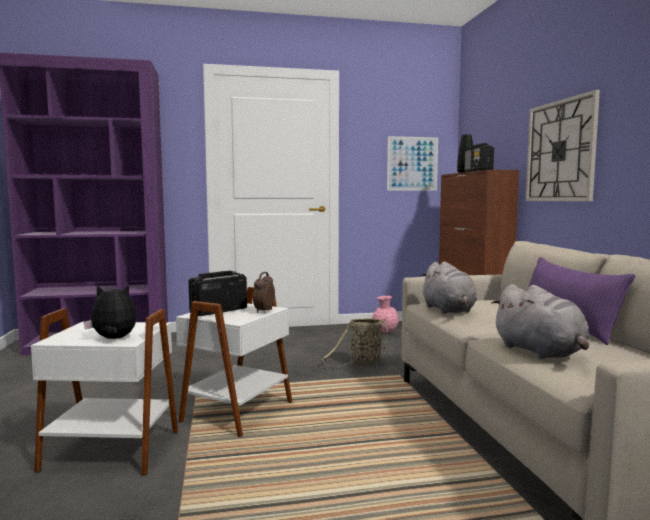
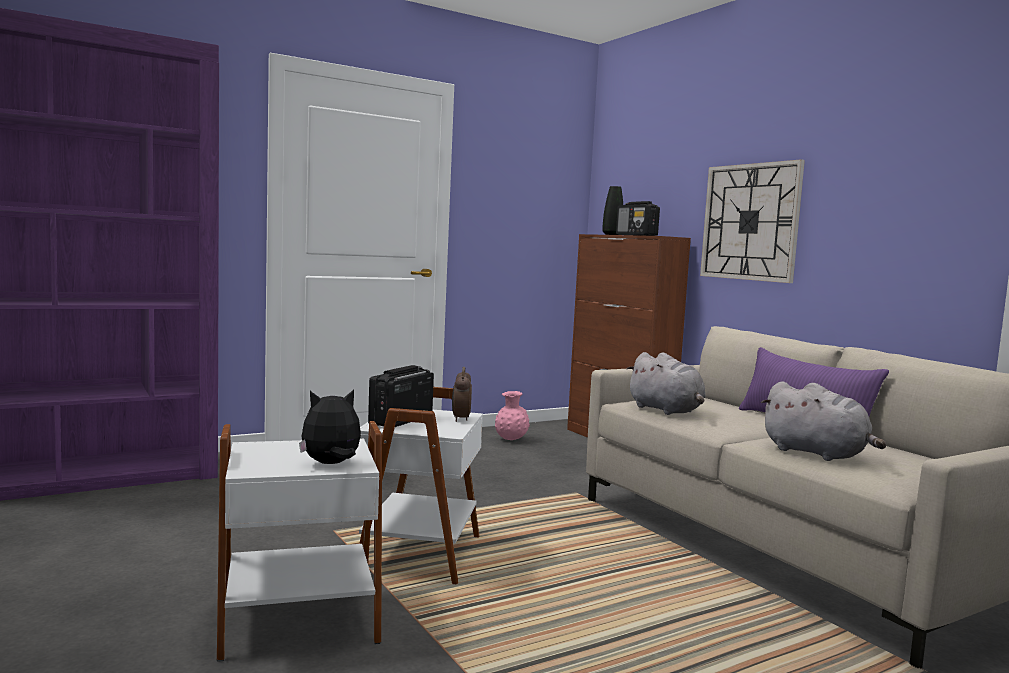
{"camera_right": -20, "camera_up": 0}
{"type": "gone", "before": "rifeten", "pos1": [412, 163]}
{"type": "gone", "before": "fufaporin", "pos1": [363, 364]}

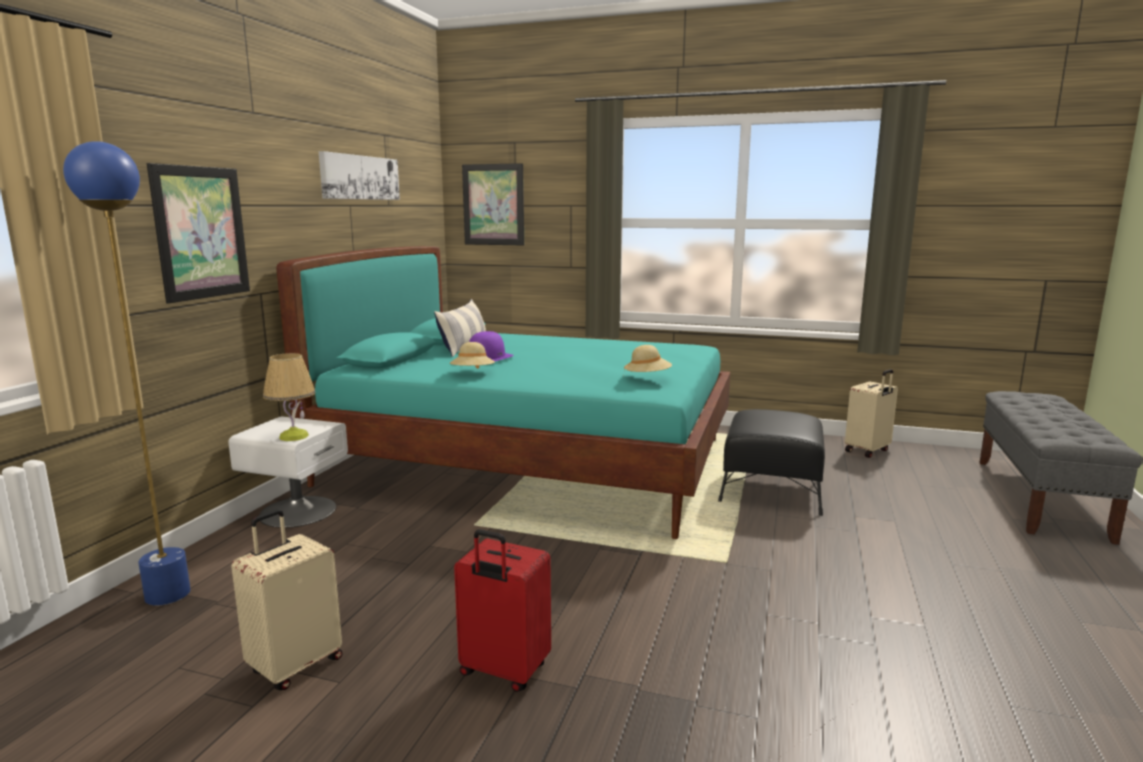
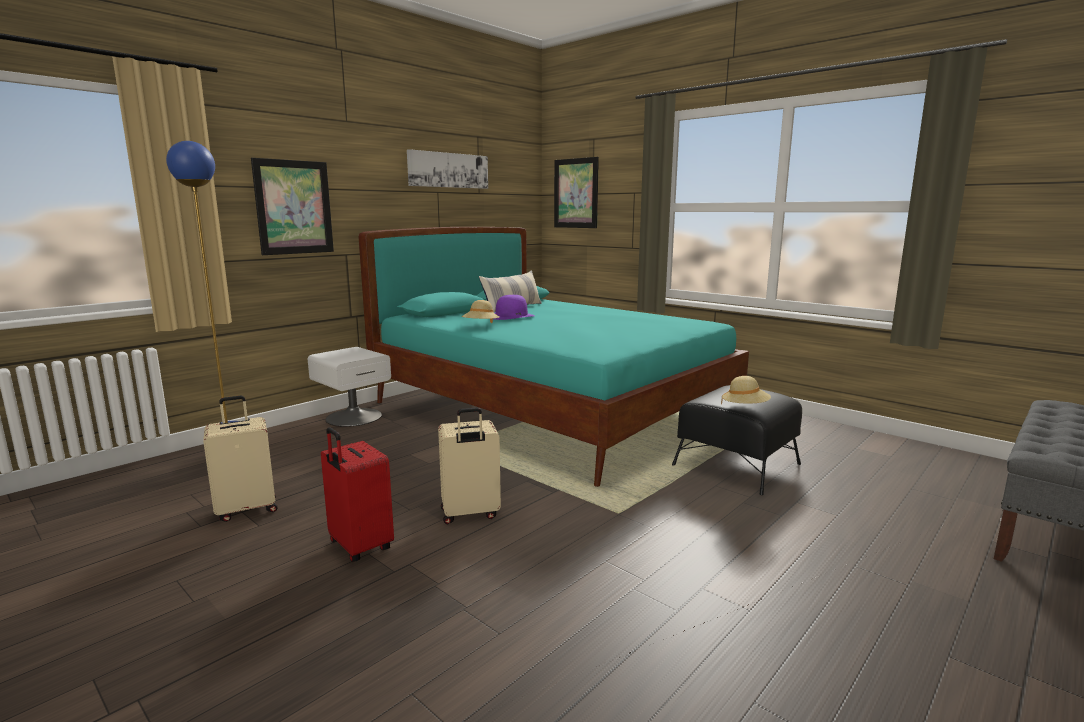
{"camera_right": 25, "camera_up": 0}
{"type": "shifted", "before": "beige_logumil", "pos1": [647, 377], "pos2": [745, 408]}
{"type": "gone", "before": "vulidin", "pos1": [293, 436]}
{"type": "shifted", "before": "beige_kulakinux", "pos1": [868, 451], "pos2": [470, 514]}

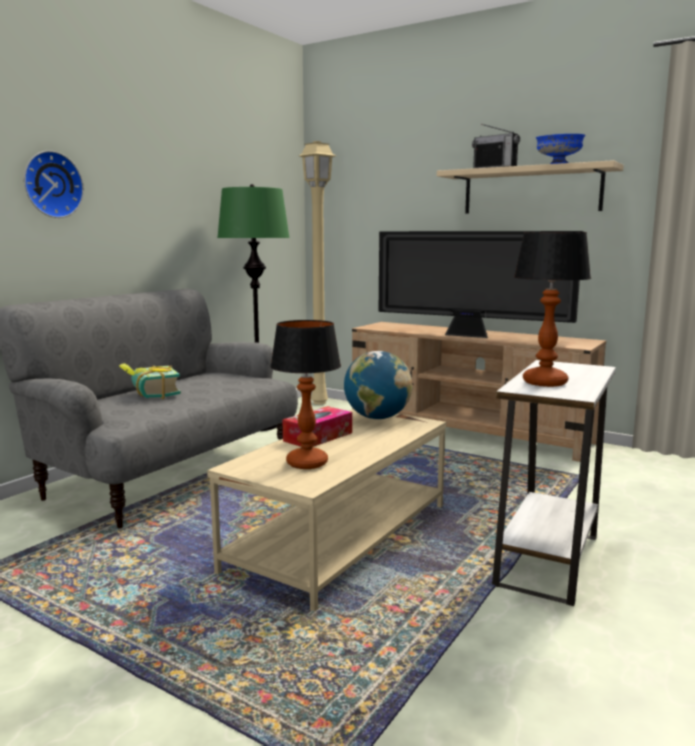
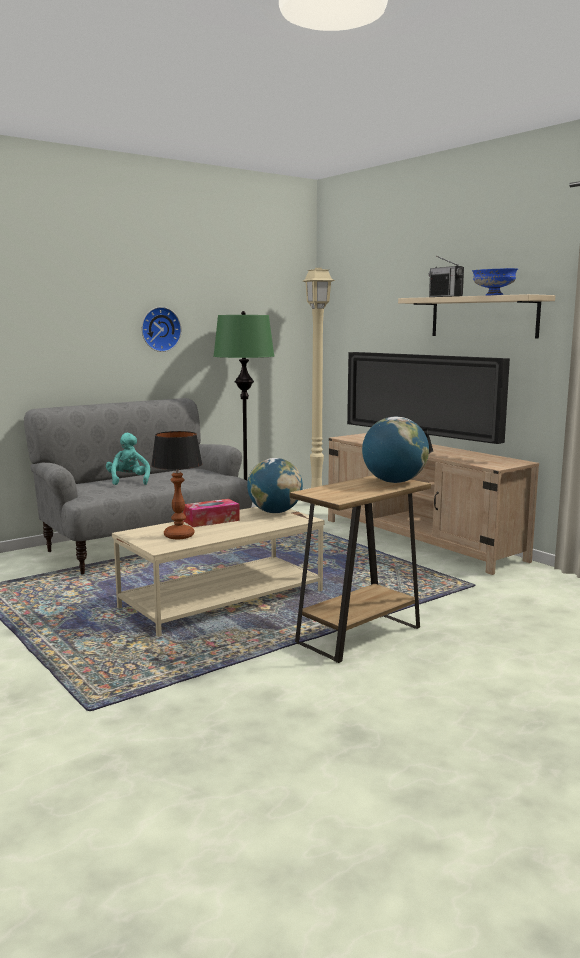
{"camera_right": 20, "camera_up": 0}
{"type": "shifted", "before": "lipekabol", "pos1": [51, 185], "pos2": [160, 329]}
{"type": "gone", "before": "vulidin", "pos1": [544, 382]}
{"type": "repainted", "before": "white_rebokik", "after": "brown_rebokik", "pos1": [548, 560], "pos2": [359, 635]}
{"type": "swapped", "before": "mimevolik", "after": "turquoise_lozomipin", "pos1": [150, 395], "pos2": [128, 481]}
{"type": "new", "after": "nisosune", "pos2": [394, 482]}

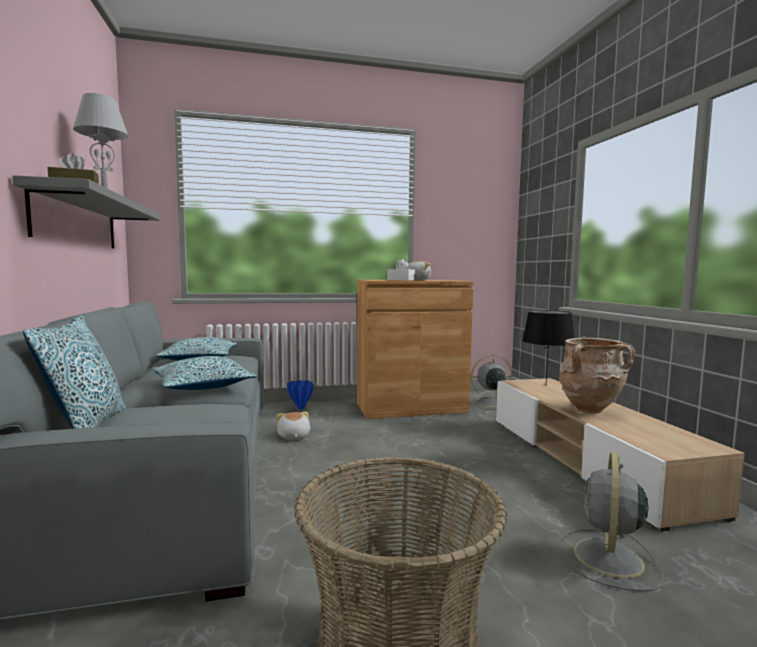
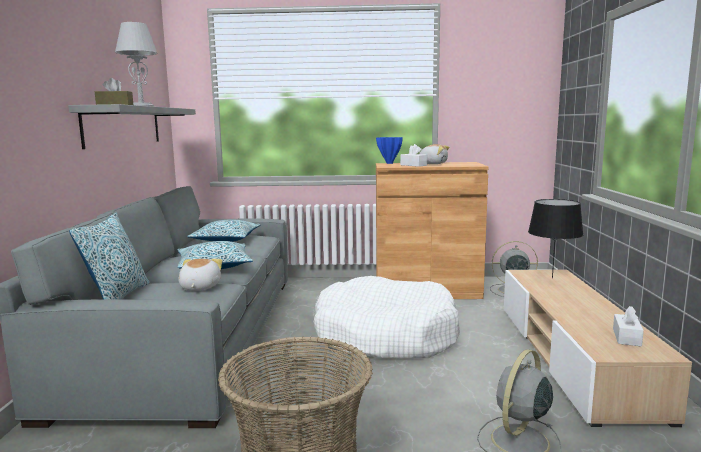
{"camera_right": 15, "camera_up": 5}
{"type": "gone", "before": "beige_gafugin", "pos1": [590, 411]}
{"type": "shifted", "before": "blue_gafugin", "pos1": [300, 408], "pos2": [389, 163]}
{"type": "shifted", "before": "lozomipin", "pos1": [293, 436], "pos2": [199, 287]}
{"type": "new", "after": "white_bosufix", "pos2": [385, 335]}
{"type": "new", "after": "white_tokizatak", "pos2": [626, 337]}

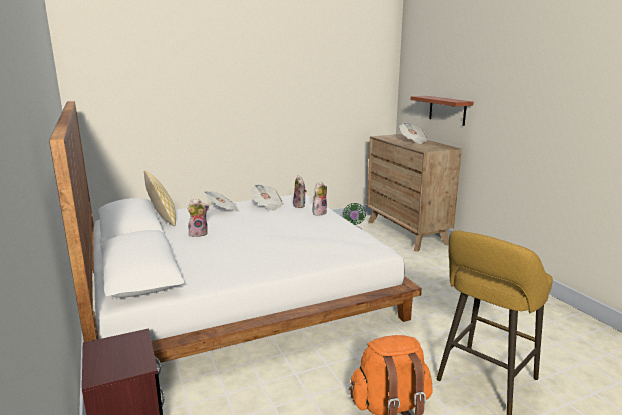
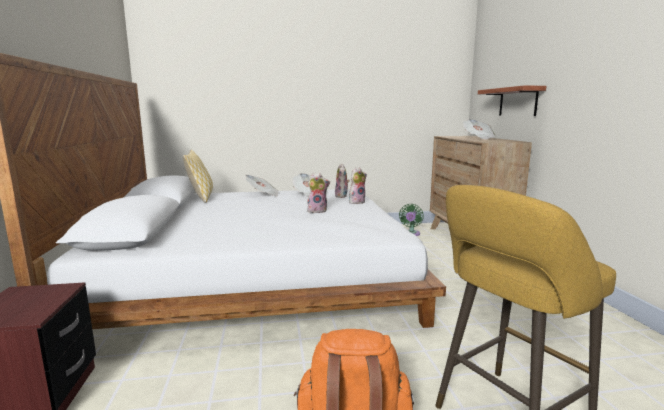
{"camera_right": 15, "camera_up": -5}
{"type": "shifted", "before": "lozomipin", "pos1": [198, 234], "pos2": [317, 211]}

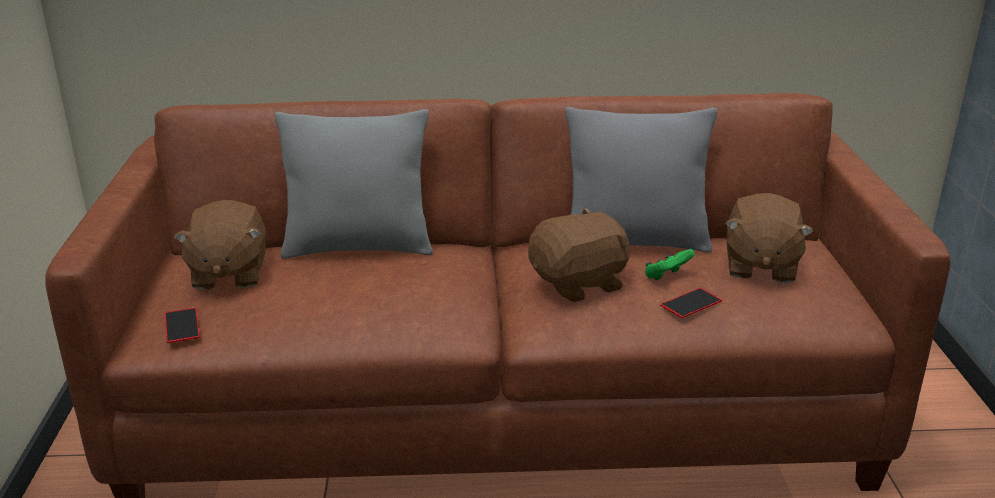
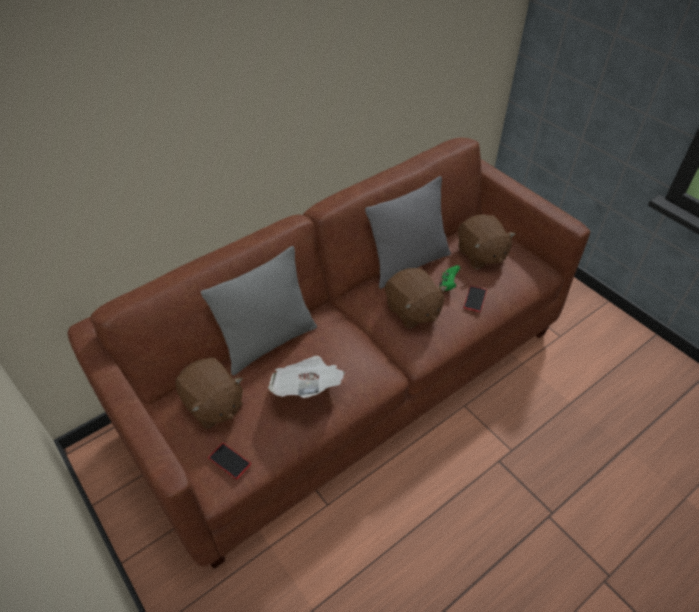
{"camera_right": -35, "camera_up": 20}
{"type": "rotated", "before": "brown_lozomipin", "pos1": [579, 284], "pos2": [412, 311], "turn": 120}
{"type": "new", "after": "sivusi", "pos2": [307, 388]}

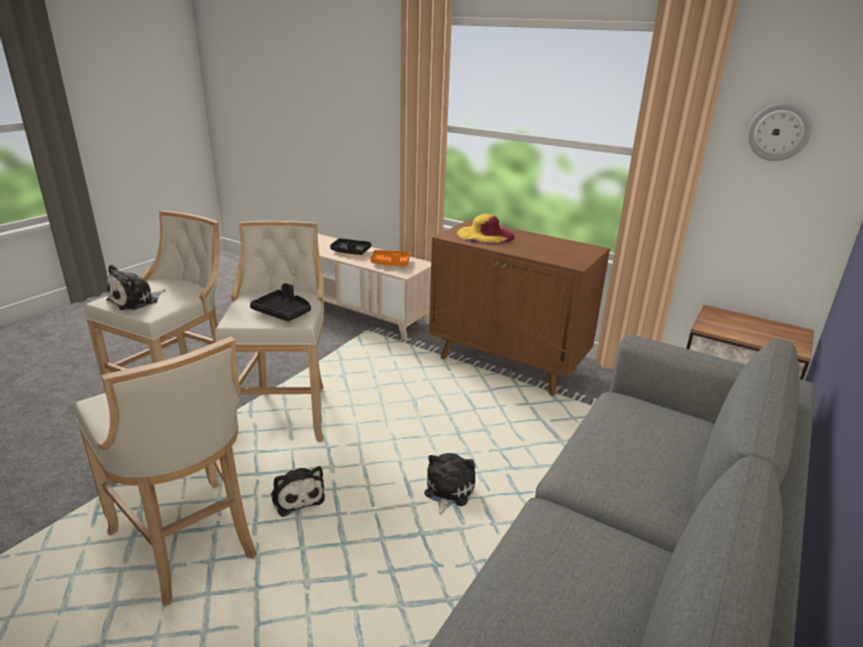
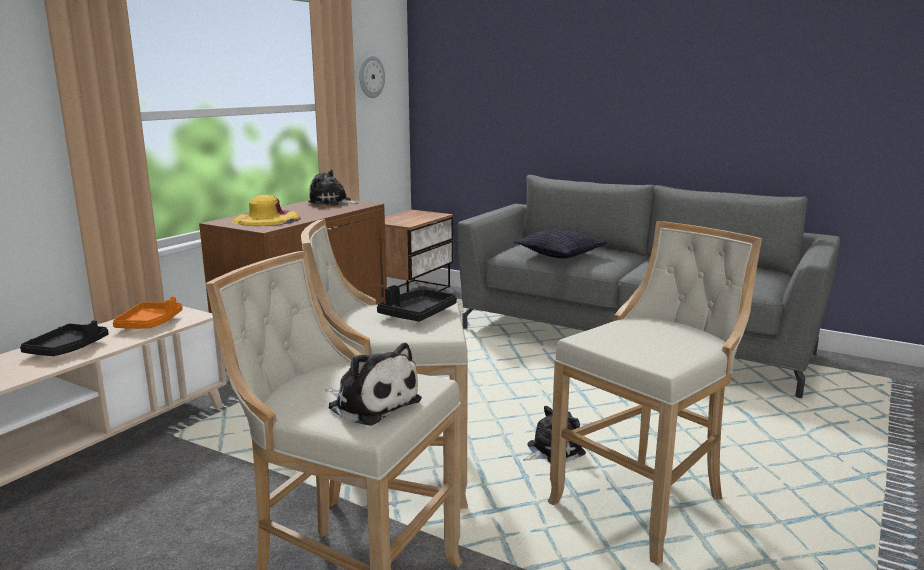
{"camera_right": -90, "camera_up": -10}
{"type": "shifted", "before": "lozomipin", "pos1": [447, 491], "pos2": [332, 202]}
{"type": "new", "after": "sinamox", "pos2": [560, 254]}

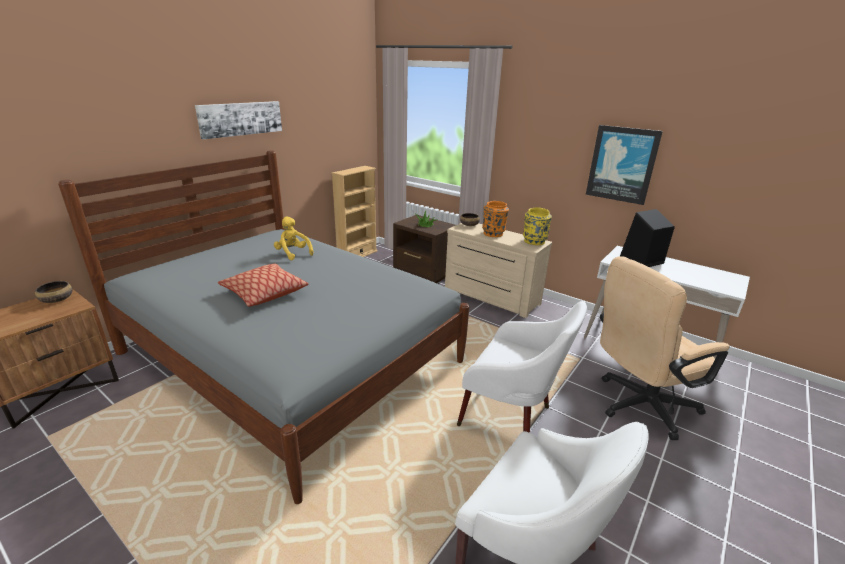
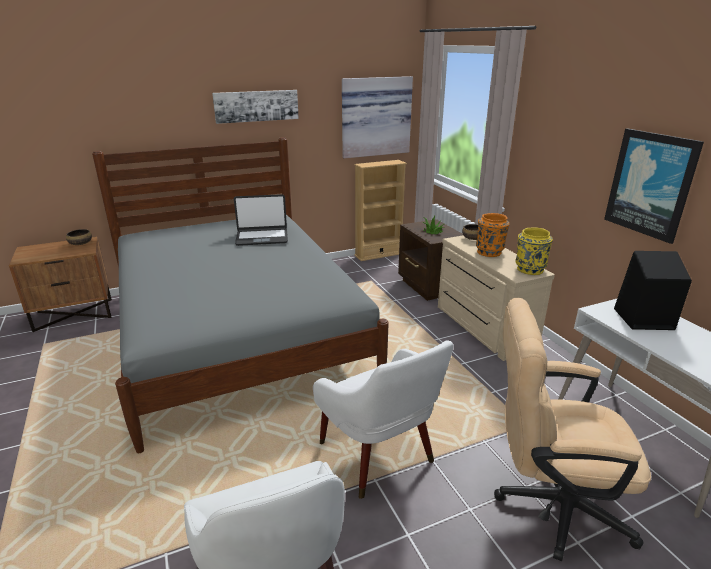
{"camera_right": 30, "camera_up": 0}
{"type": "swapped", "before": "yellow_lozomipin", "after": "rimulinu", "pos1": [293, 253], "pos2": [262, 237]}
{"type": "gone", "before": "sinamox", "pos1": [264, 293]}
{"type": "new", "after": "rifeten", "pos2": [375, 116]}

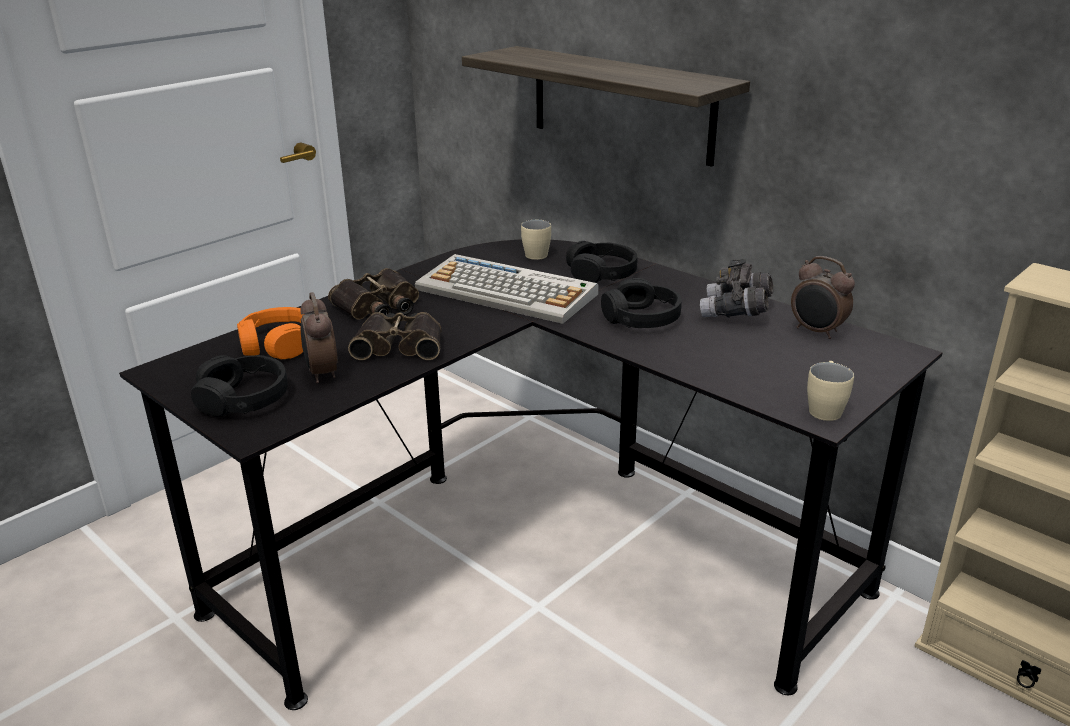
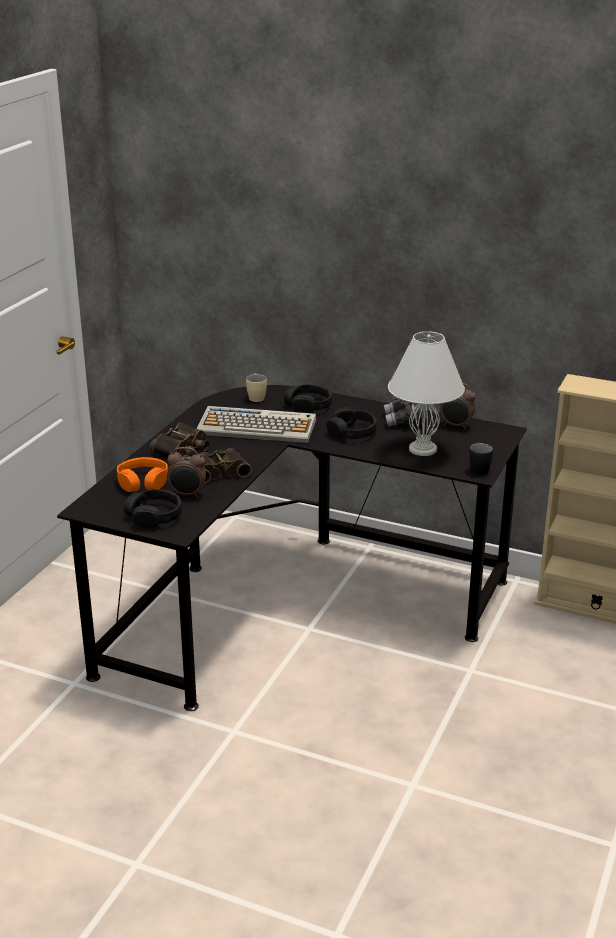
{"camera_right": -20, "camera_up": 0}
{"type": "gone", "before": "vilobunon", "pos1": [621, 104]}
{"type": "rotated", "before": "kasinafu", "pos1": [322, 373], "pos2": [187, 495], "turn": -45}
{"type": "repainted", "before": "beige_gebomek", "after": "black_gebomek", "pos1": [825, 408], "pos2": [478, 468]}
{"type": "new", "after": "white_vulidin", "pos2": [423, 449]}

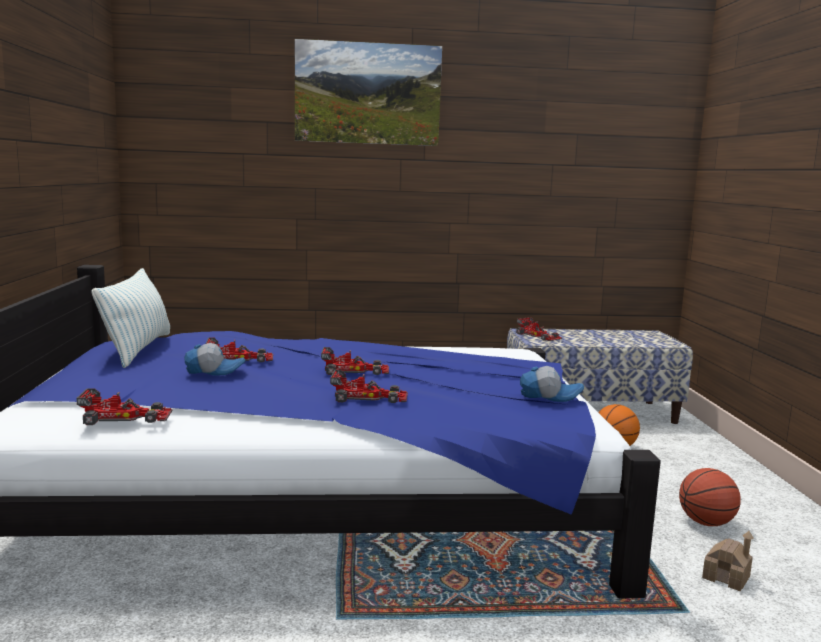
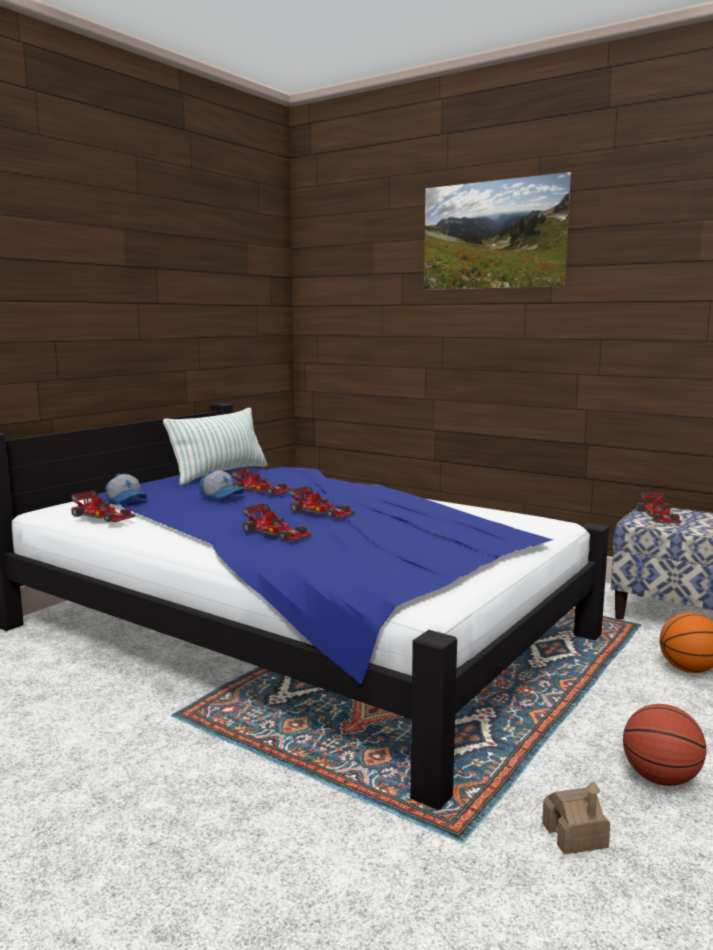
{"camera_right": 40, "camera_up": 0}
{"type": "shifted", "before": "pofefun", "pos1": [550, 396], "pos2": [127, 499]}

